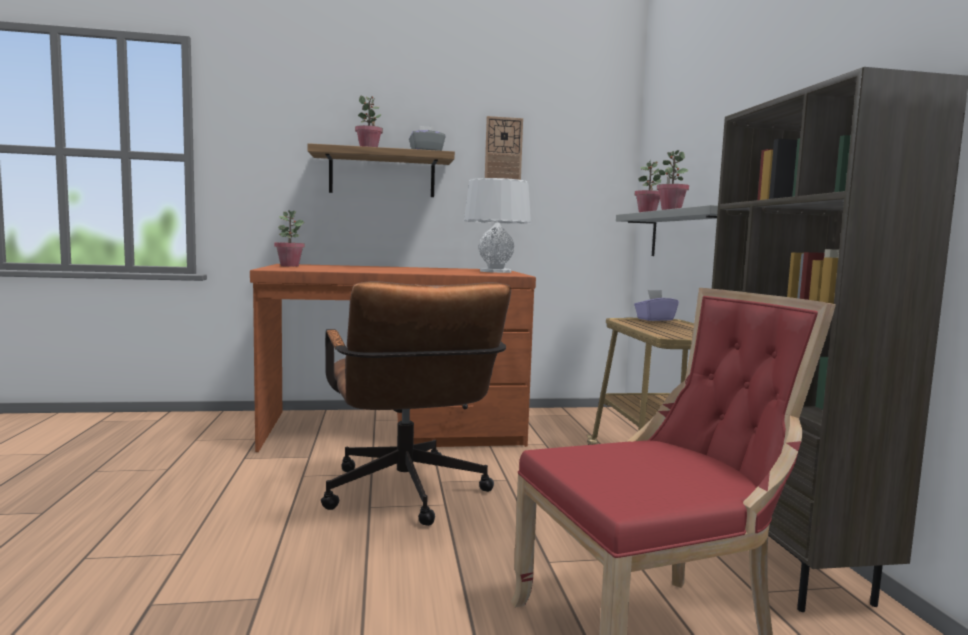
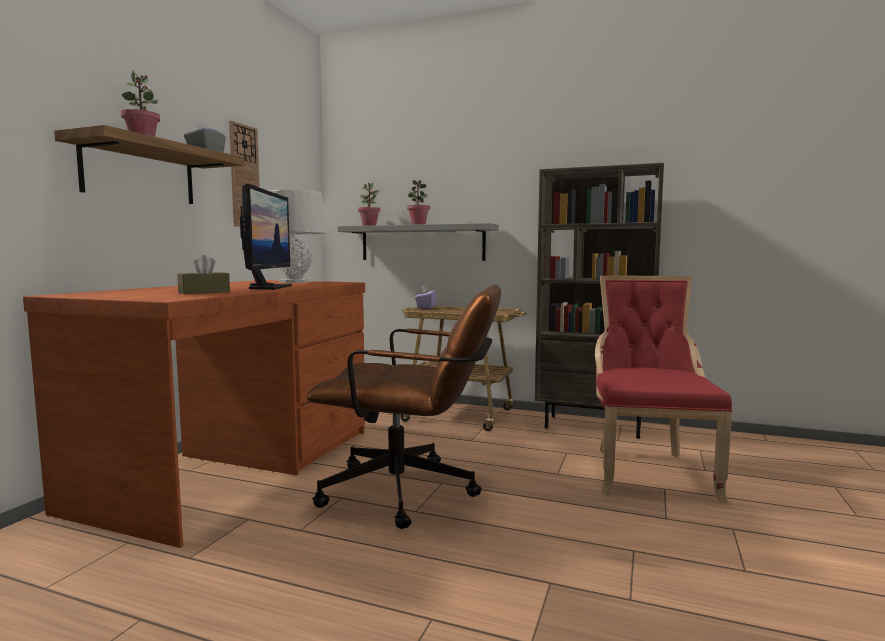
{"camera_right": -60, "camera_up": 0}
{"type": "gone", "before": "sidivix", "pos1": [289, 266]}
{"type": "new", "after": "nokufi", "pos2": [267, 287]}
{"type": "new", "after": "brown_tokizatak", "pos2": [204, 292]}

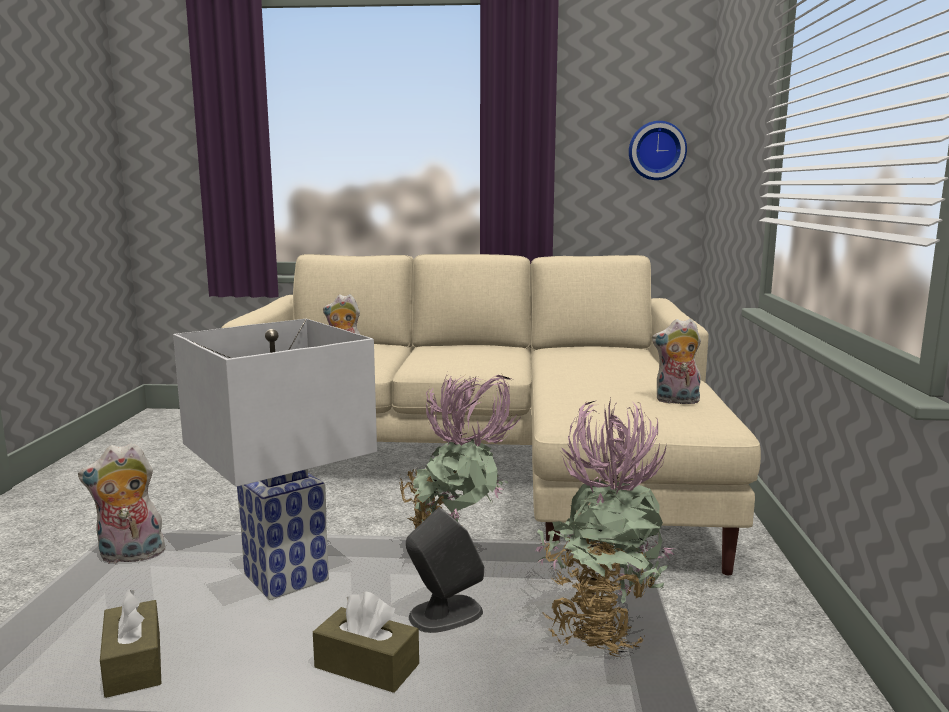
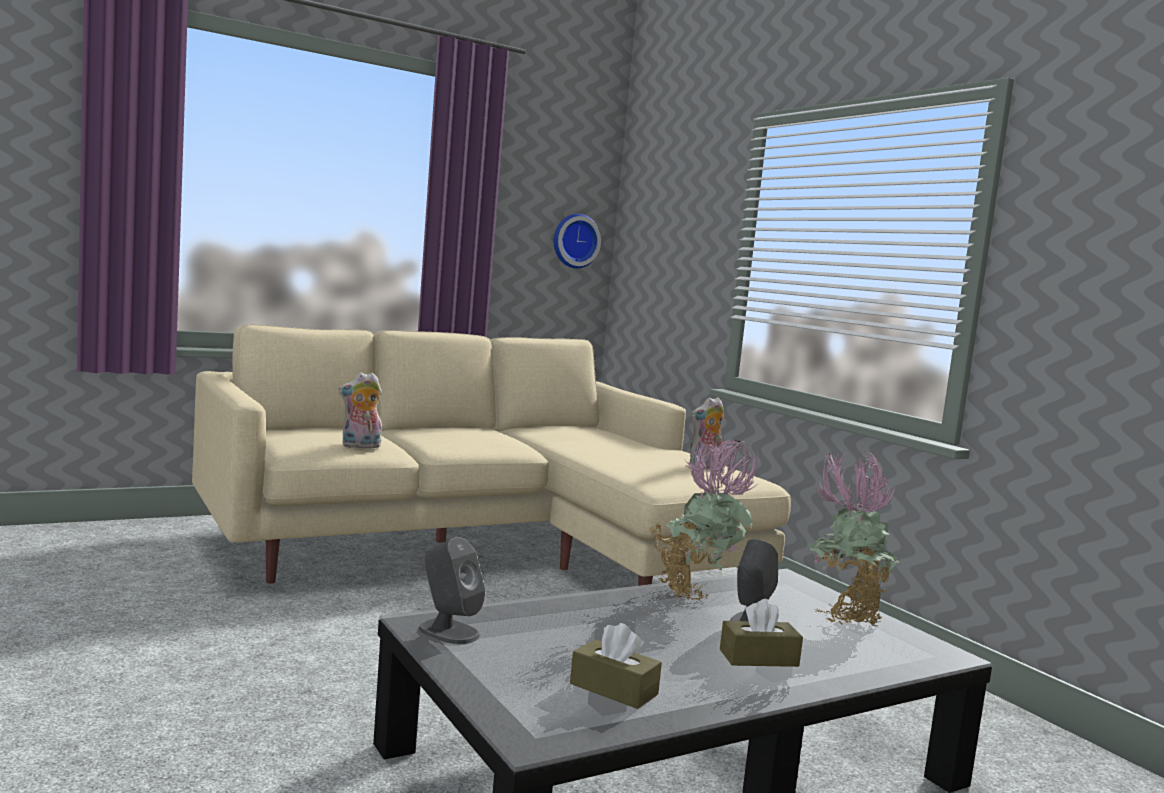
{"camera_right": -35, "camera_up": -5}
{"type": "gone", "before": "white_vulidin", "pos1": [287, 576]}
{"type": "swapped", "before": "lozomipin", "after": "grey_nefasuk", "pos1": [130, 556], "pos2": [448, 631]}

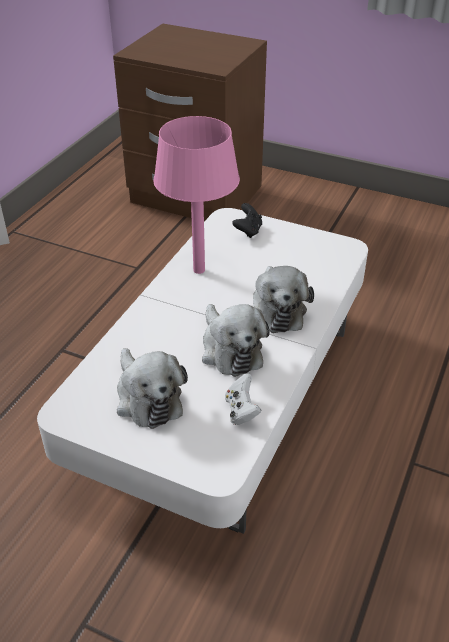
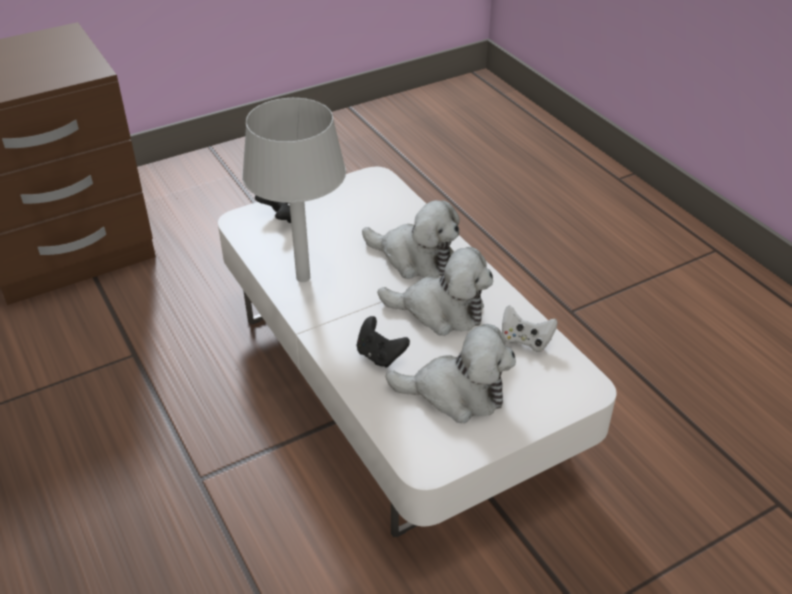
{"camera_right": -55, "camera_up": 0}
{"type": "repainted", "before": "pink_vulidin", "after": "grey_vulidin", "pos1": [199, 270], "pos2": [304, 277]}
{"type": "new", "after": "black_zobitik", "pos2": [380, 355]}

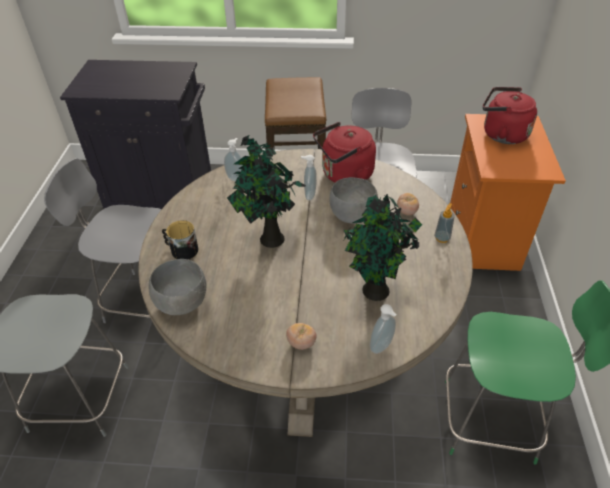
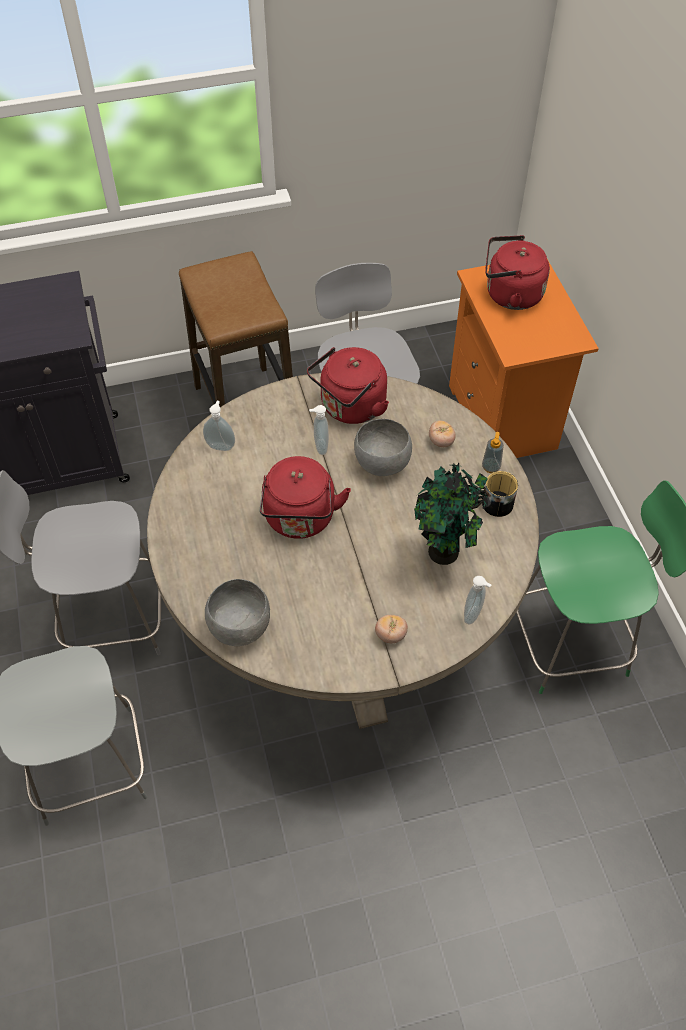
{"camera_right": -20, "camera_up": 10}
{"type": "swapped", "before": "sidivix", "after": "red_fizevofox", "pos1": [269, 239], "pos2": [300, 520]}
{"type": "shifted", "before": "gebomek", "pos1": [181, 250], "pos2": [493, 504]}

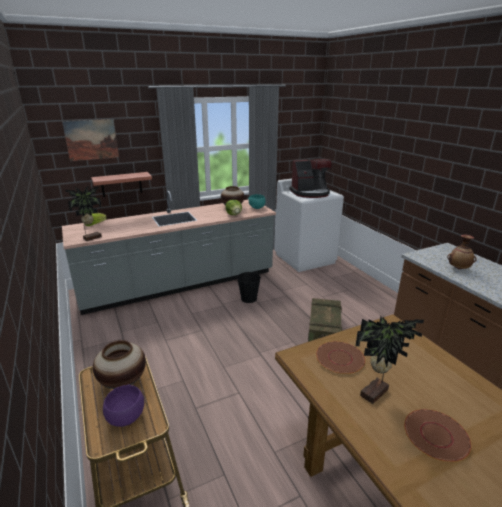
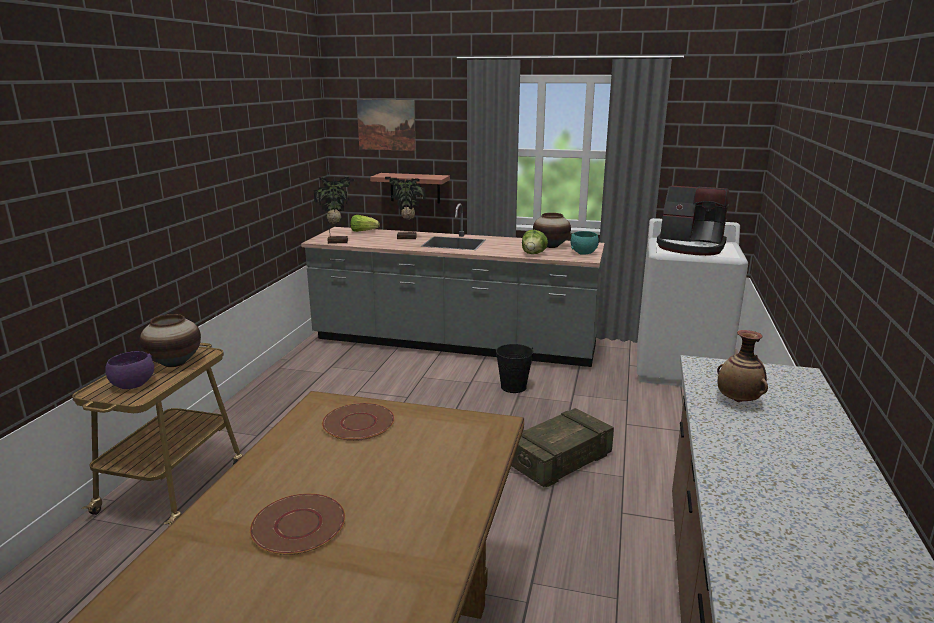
{"camera_right": 40, "camera_up": -5}
{"type": "shifted", "before": "sidivix", "pos1": [376, 393], "pos2": [407, 238]}

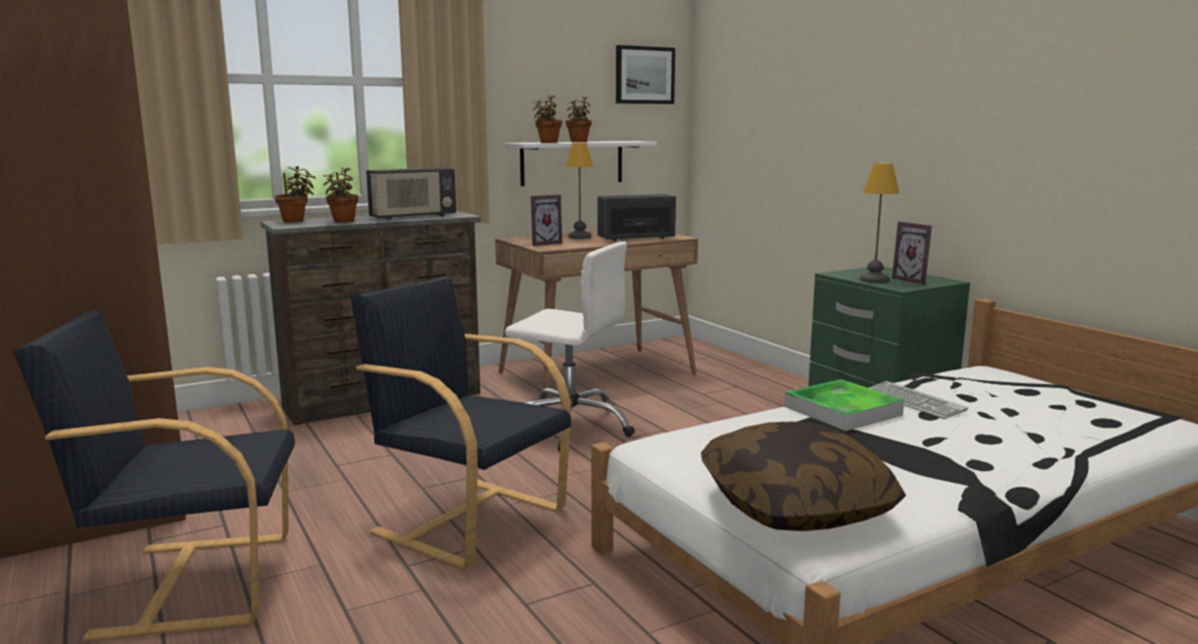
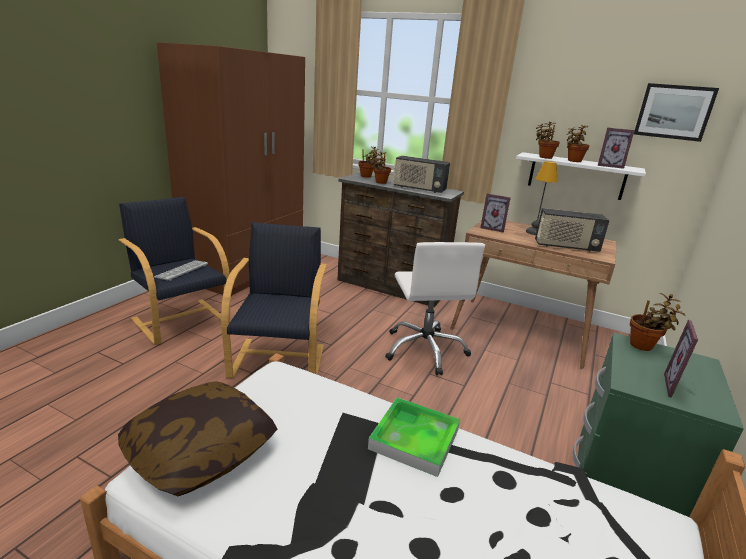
{"camera_right": 55, "camera_up": 10}
{"type": "gone", "before": "vulidin", "pos1": [873, 280]}
{"type": "rotated", "before": "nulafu", "pos1": [636, 238], "pos2": [565, 247], "turn": 150}
{"type": "shifted", "before": "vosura", "pos1": [913, 401], "pos2": [182, 271]}
{"type": "new", "after": "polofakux", "pos2": [609, 166]}
{"type": "new", "after": "sidivix", "pos2": [644, 346]}

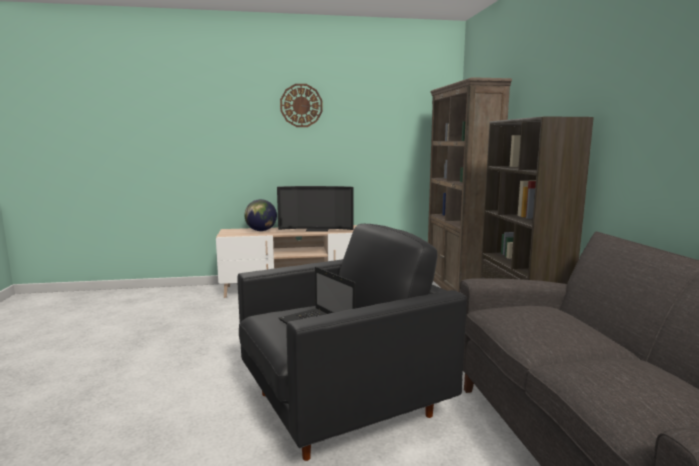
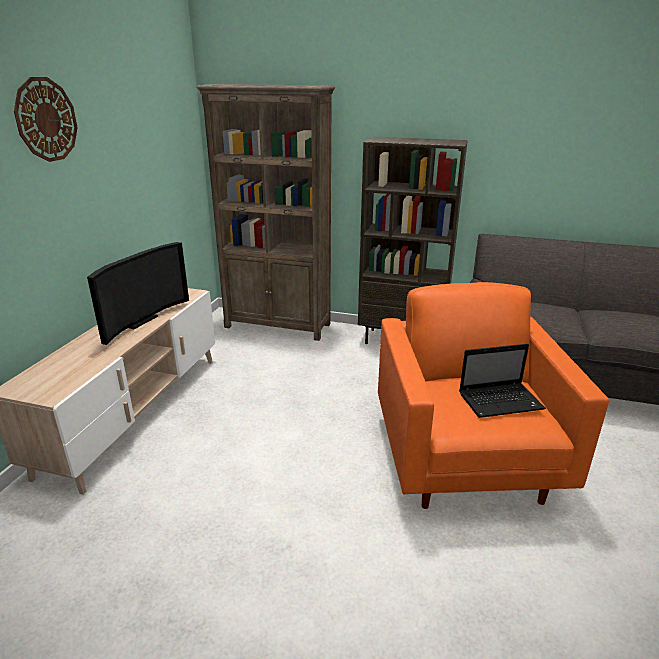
{"camera_right": -65, "camera_up": 15}
{"type": "gone", "before": "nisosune", "pos1": [261, 230]}
{"type": "repainted", "before": "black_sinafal", "after": "orange_sinafal", "pos1": [342, 406], "pos2": [465, 460]}

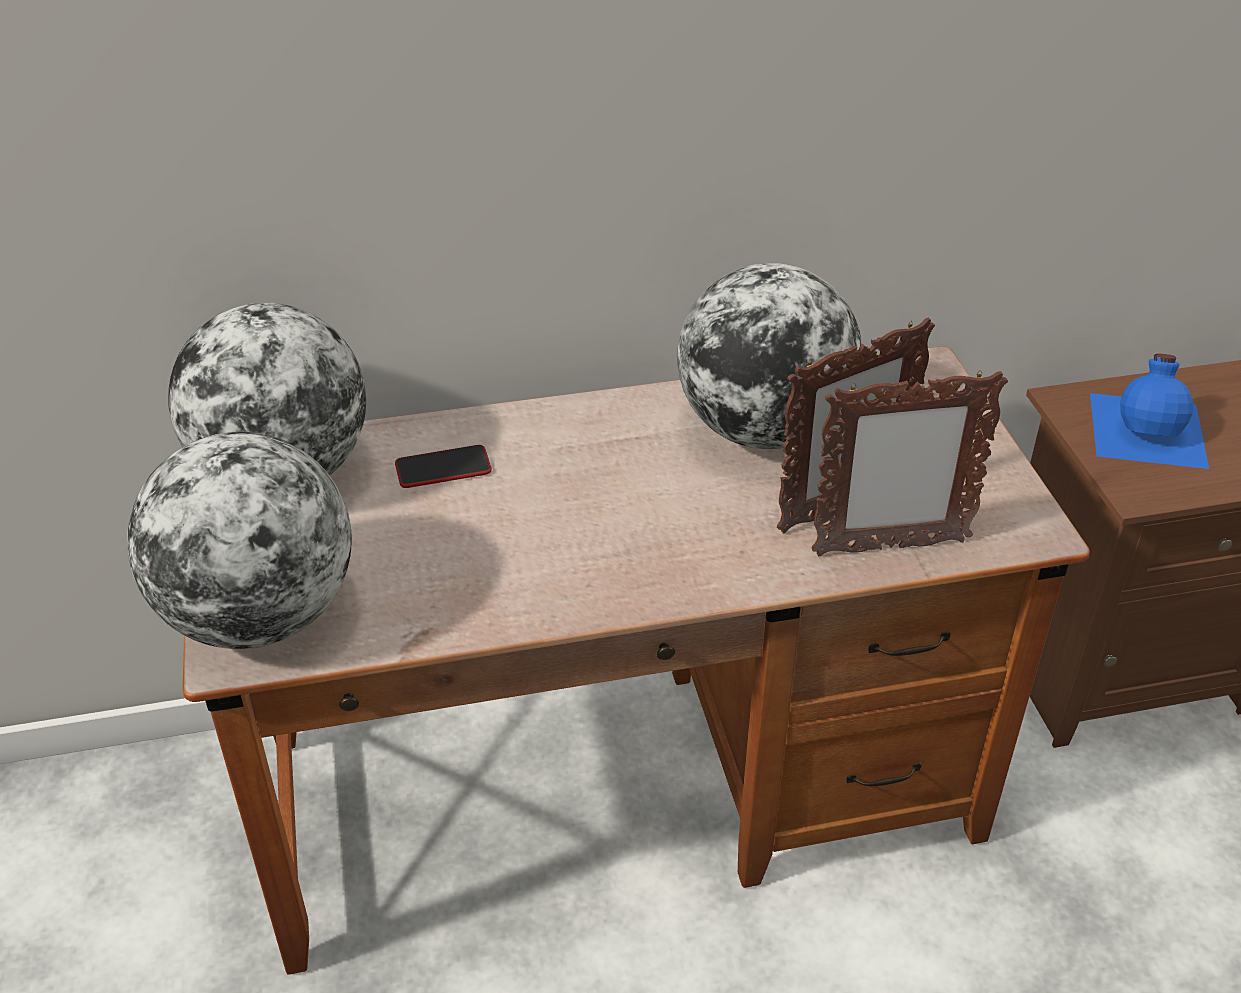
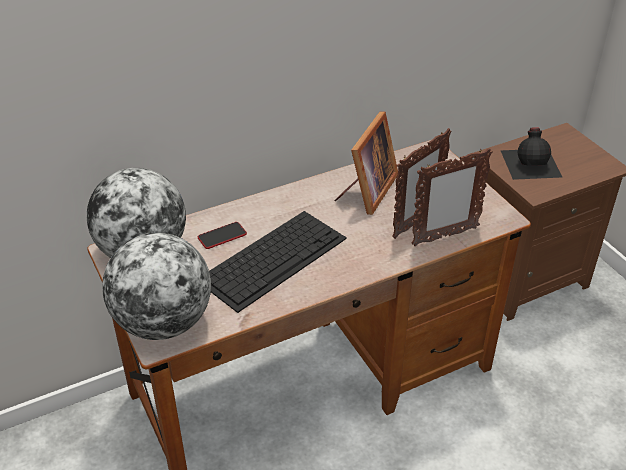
{"camera_right": -15, "camera_up": 0}
{"type": "swapped", "before": "nisosune", "after": "polofakux", "pos1": [762, 429], "pos2": [367, 192]}
{"type": "repainted", "before": "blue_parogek", "after": "black_parogek", "pos1": [1149, 428], "pos2": [531, 163]}
{"type": "new", "after": "vosura", "pos2": [273, 258]}

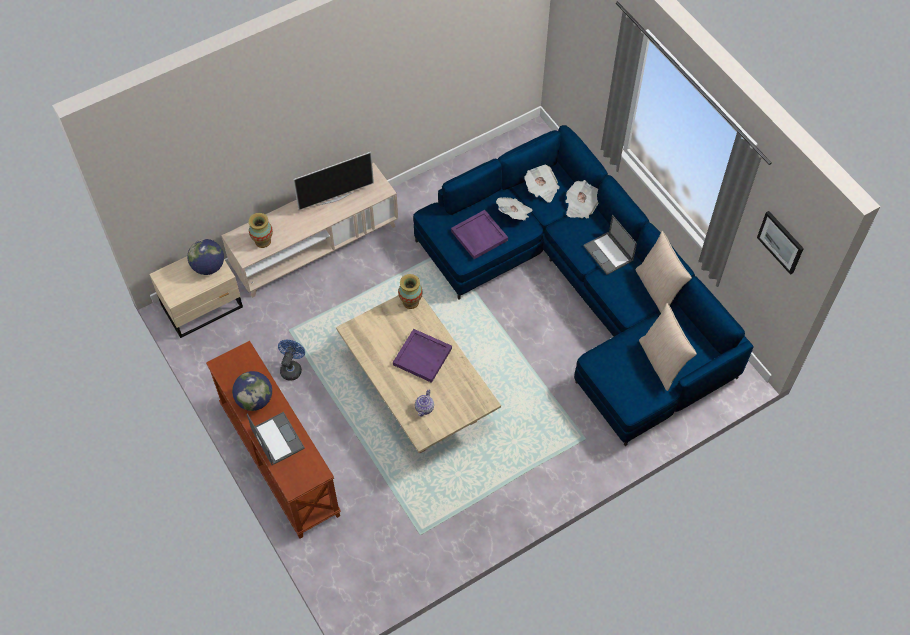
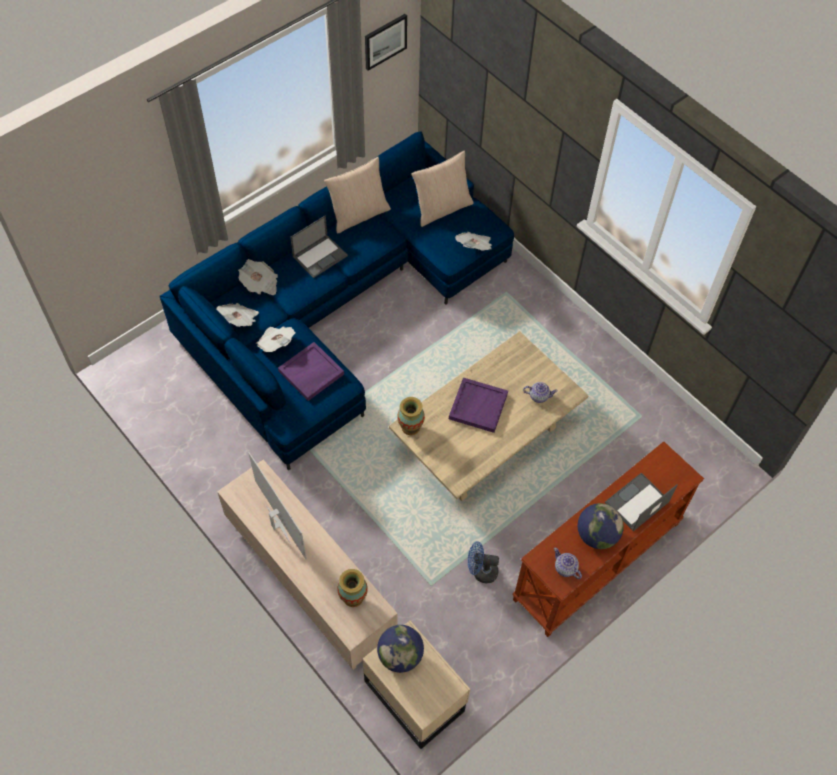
{"camera_right": -100, "camera_up": 0}
{"type": "new", "after": "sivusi", "pos2": [474, 247]}
{"type": "new", "after": "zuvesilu", "pos2": [565, 568]}

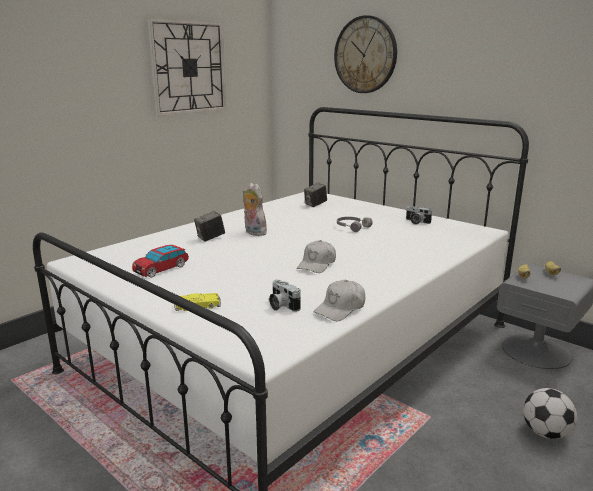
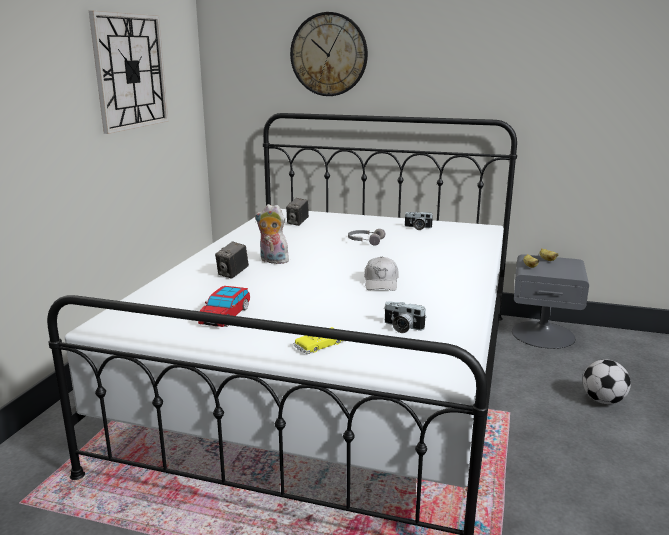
{"camera_right": -25, "camera_up": 0}
{"type": "gone", "before": "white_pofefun", "pos1": [340, 308]}

